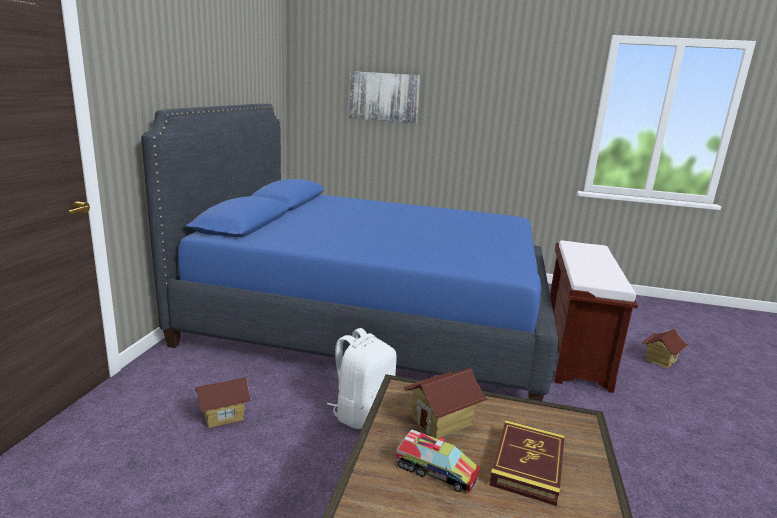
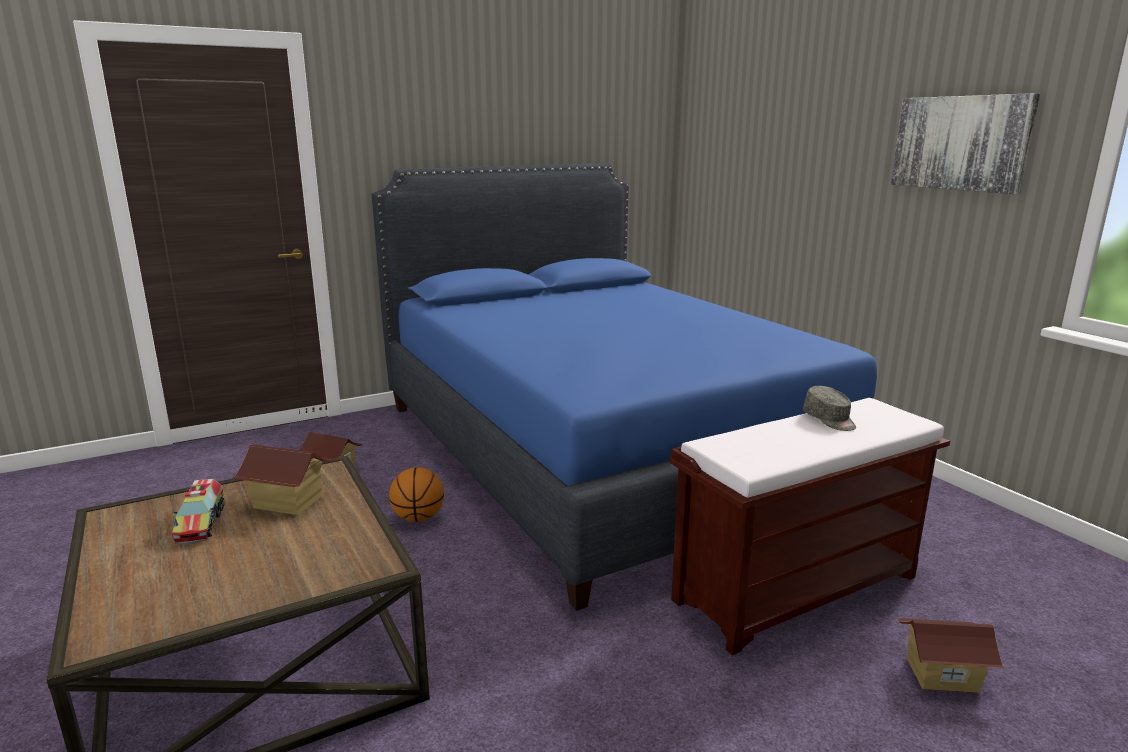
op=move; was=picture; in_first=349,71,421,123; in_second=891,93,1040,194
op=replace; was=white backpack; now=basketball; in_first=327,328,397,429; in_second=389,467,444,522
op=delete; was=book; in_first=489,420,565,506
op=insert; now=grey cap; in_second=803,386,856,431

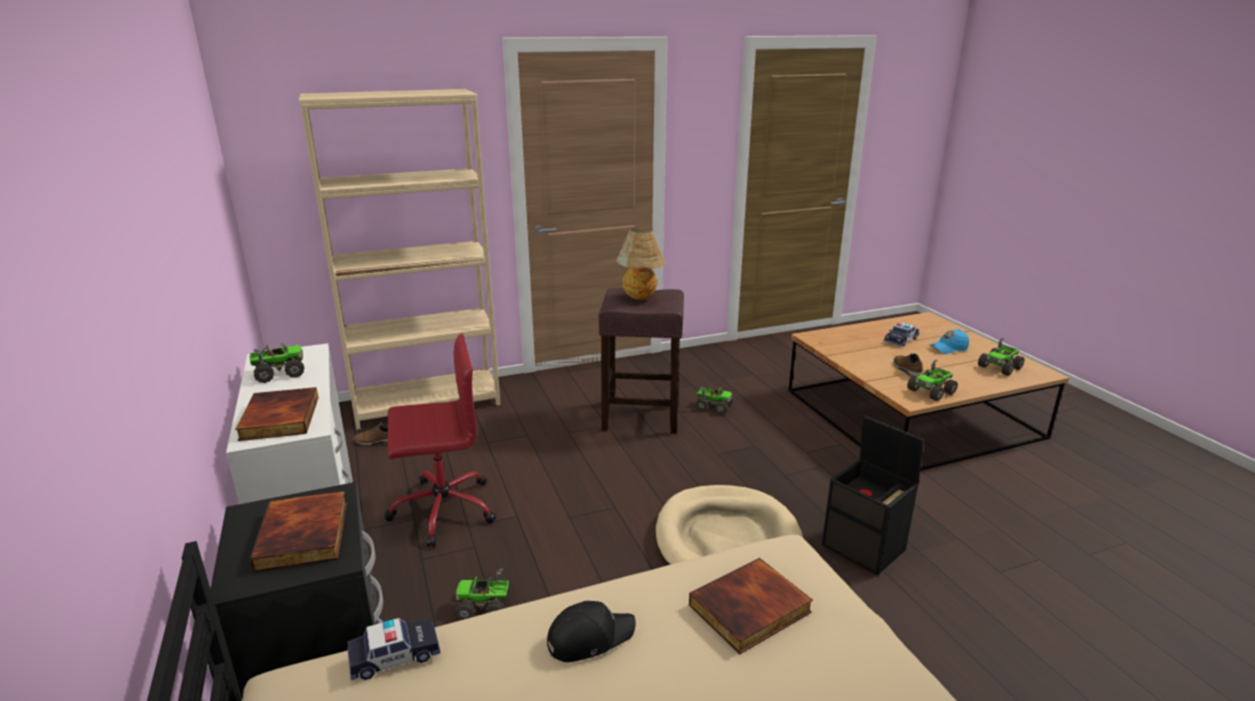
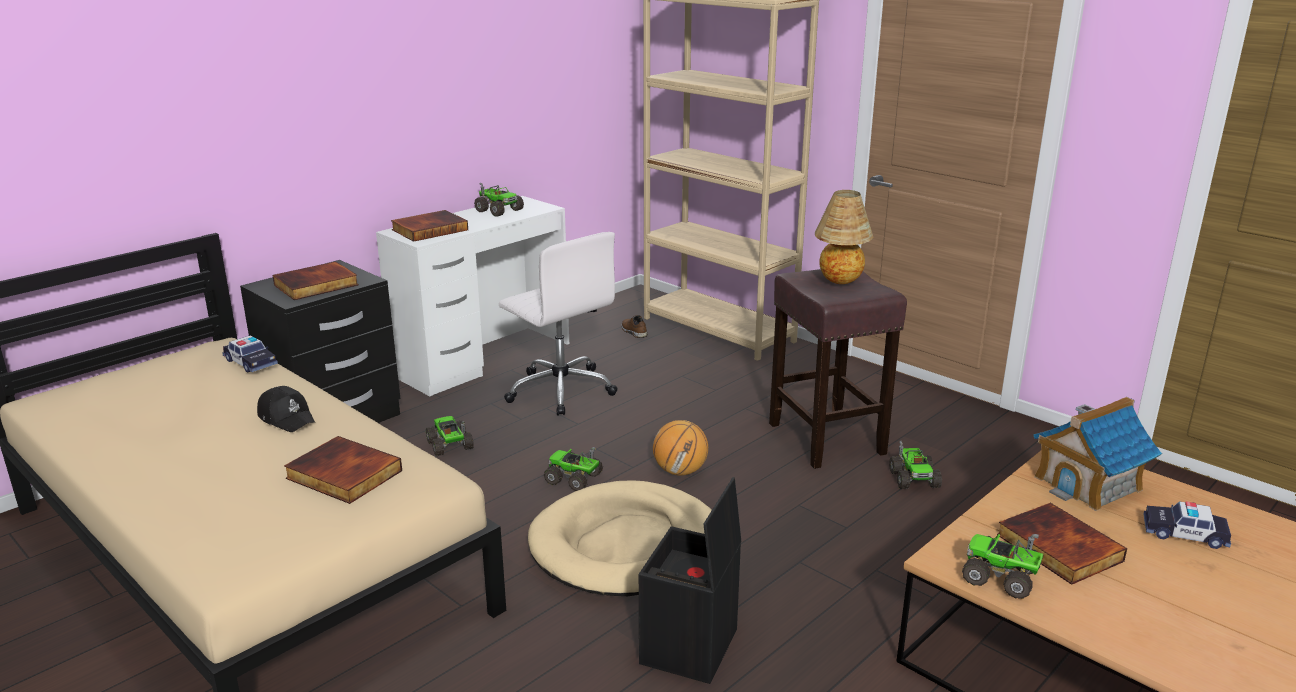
op=delete; was=blue cap; in_first=930,329,969,354
op=recolor; was=red office chair; now=white office chair; in_first=384,333,496,547; in_second=499,232,618,416
op=move; was=toy truck; in_first=978,338,1025,376; in_second=544,447,603,491
op=replace; was=brown shoe; now=book; in_first=893,353,923,377; in_second=997,503,1127,585
op=insert; now=toy house; in_second=1033,397,1162,511
op=insert; now=basketball; in_second=653,420,708,476

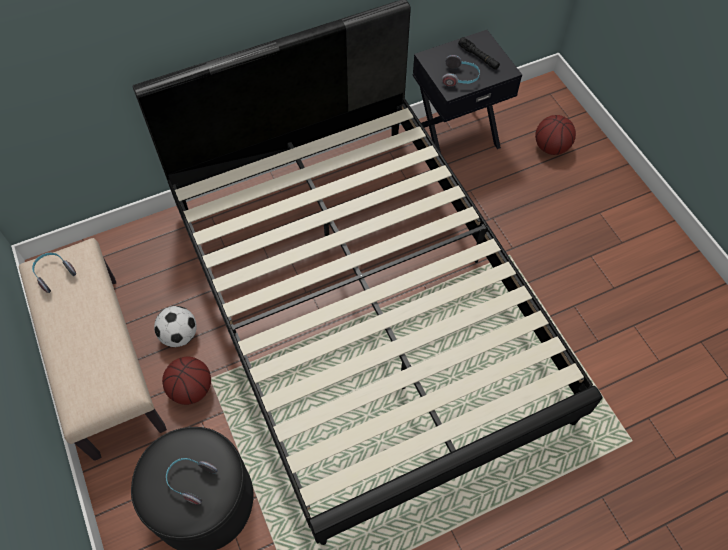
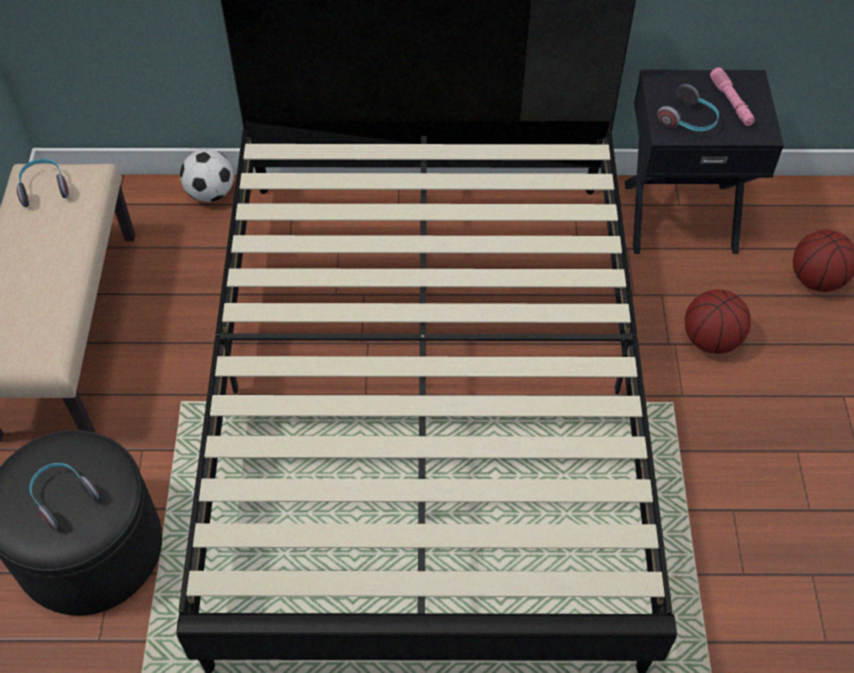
op=recolor; was=black flashlight; now=pink flashlight; in_first=458,37,500,70; in_second=710,67,755,126
op=move; was=football; in_first=154,306,197,347; in_second=180,149,234,202
op=move; was=basketball; in_first=162,357,211,405; in_second=685,289,751,354

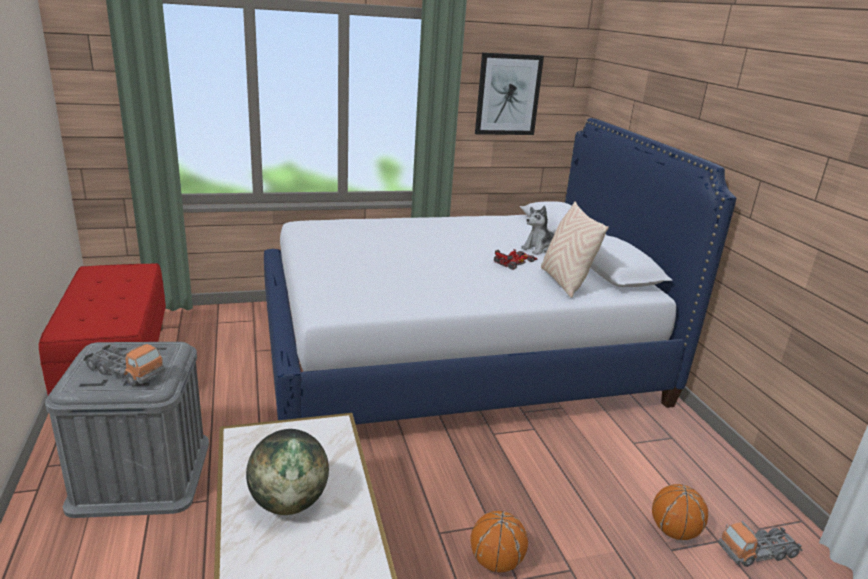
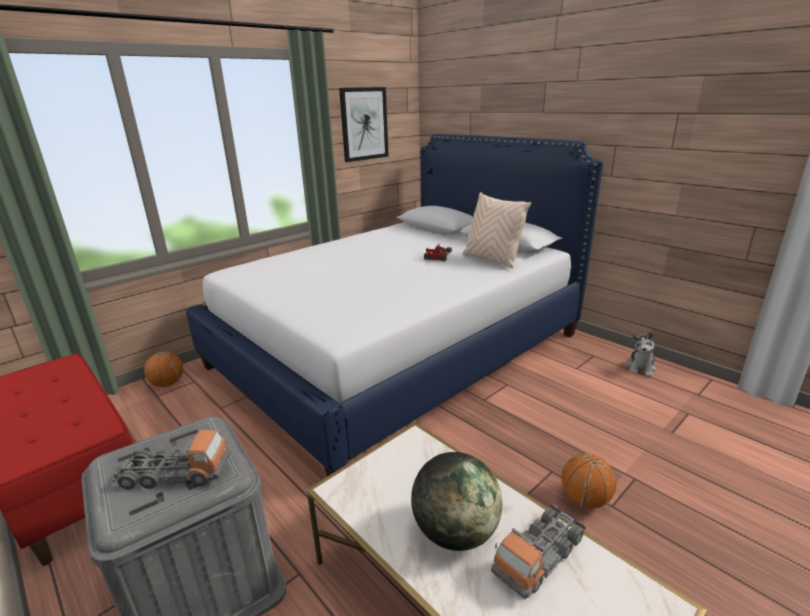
op=move; was=plush toy; in_first=521,206,554,255; in_second=626,332,656,377
op=move; was=basketball; in_first=652,484,708,540; in_second=144,352,183,387
op=move; was=toy truck; in_first=718,521,802,567; in_second=491,504,586,599

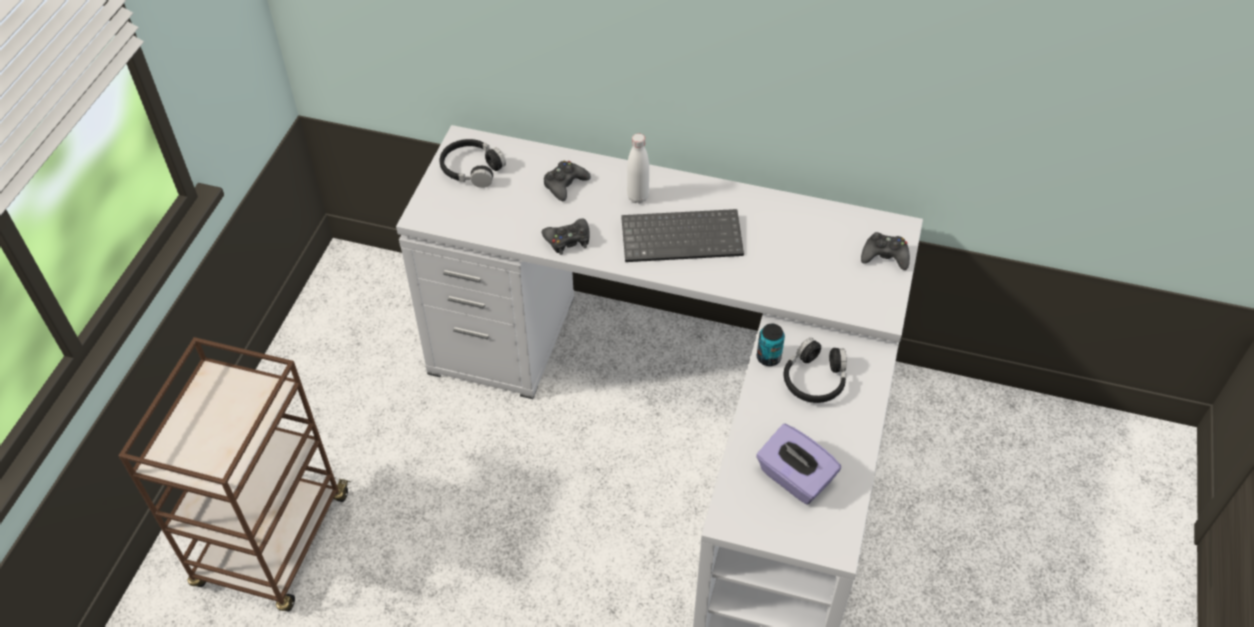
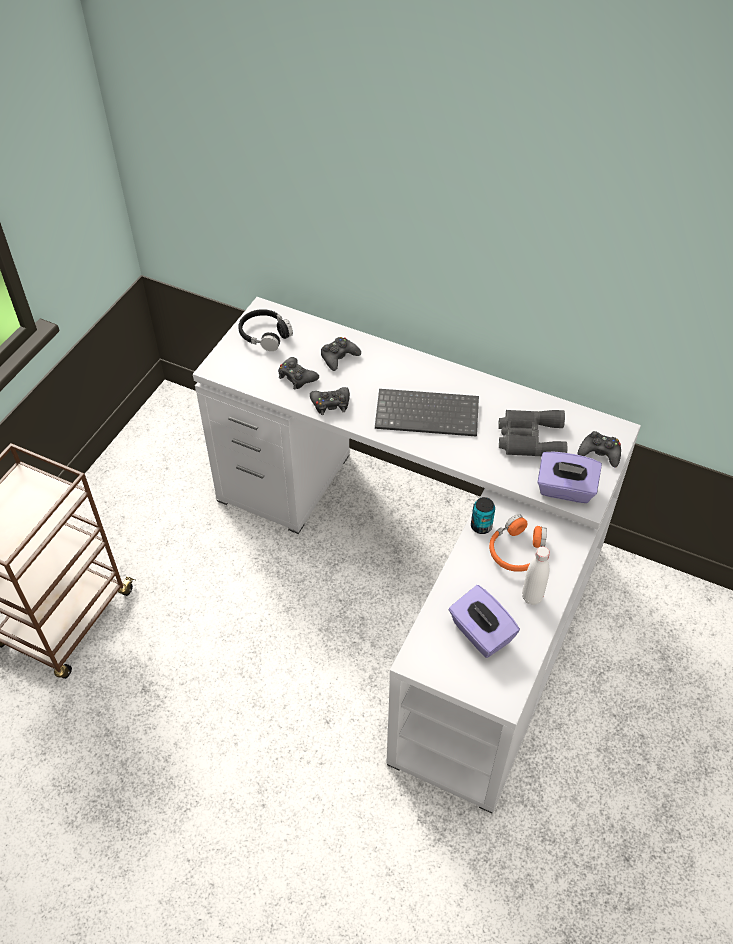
op=move; was=white bottle; in_first=627,133,649,204; in_second=522,546,550,605
op=recolor; was=black headphones; now=orange headphones; in_first=784,338,847,403; in_second=489,514,547,572
op=insert; now=black game controller; in_second=278,357,319,390
op=insert; now=grey binoculars; in_second=498,410,567,457
op=insert; now=purple tissue box; in_second=537,451,602,503

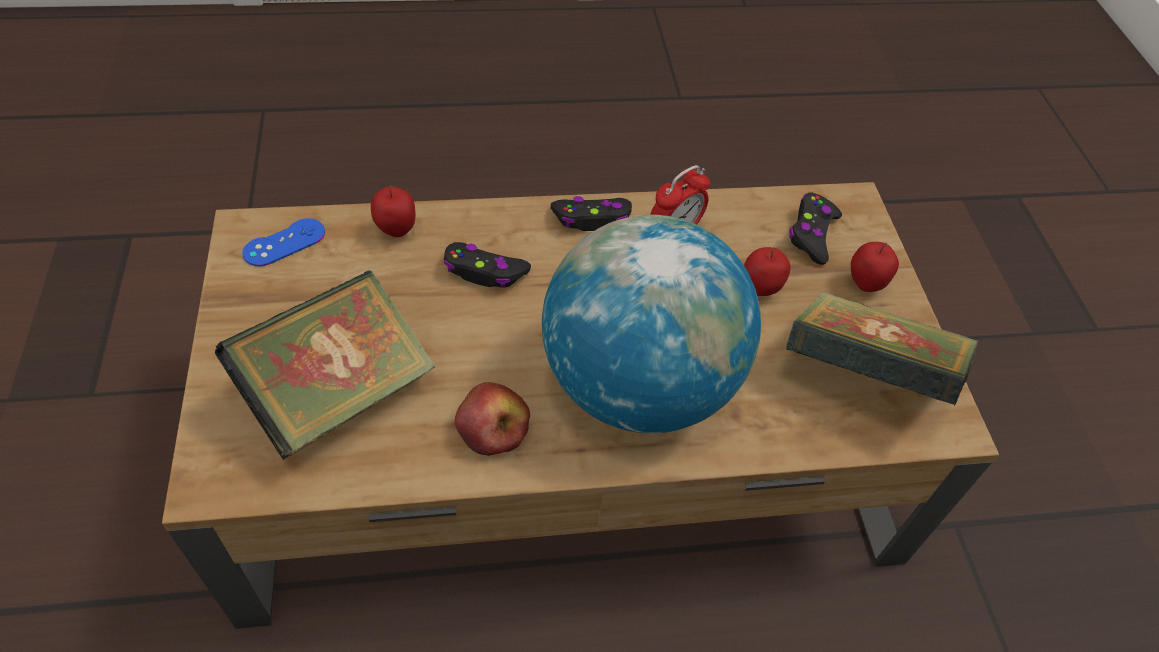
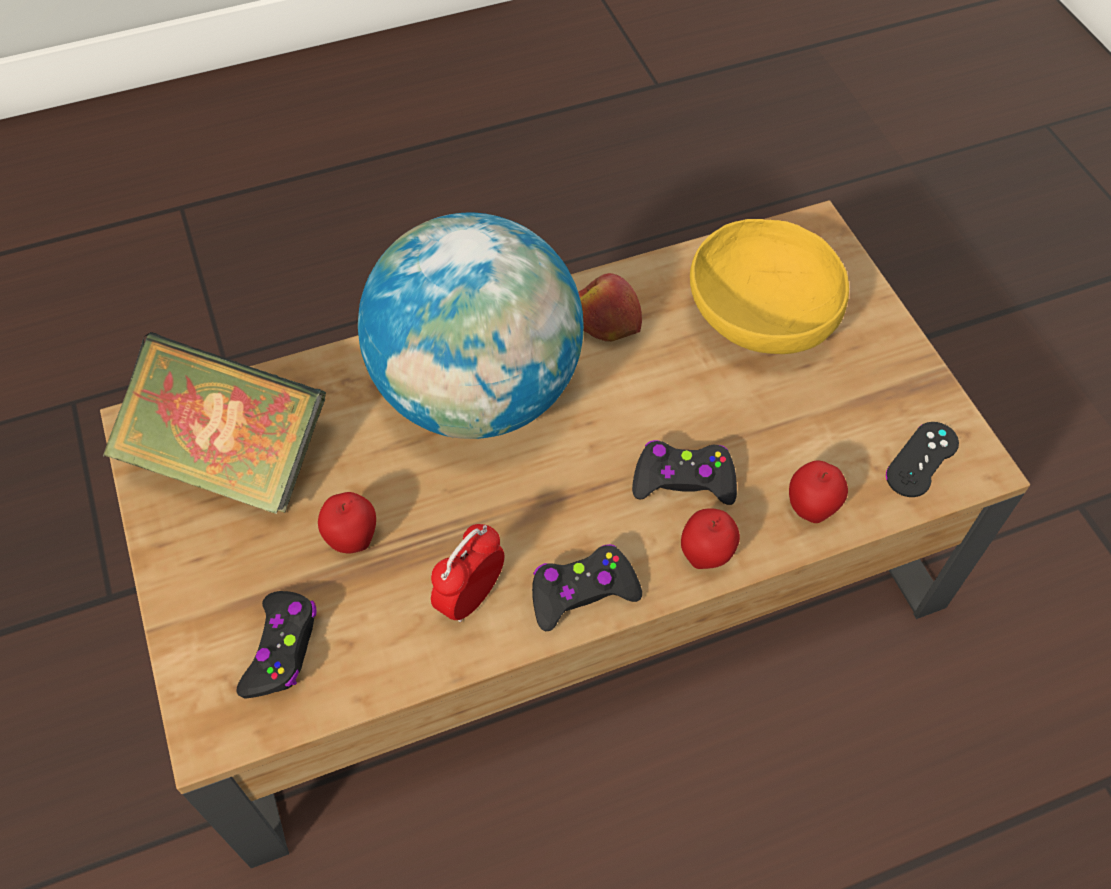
op=recolor; was=blue game controller; now=black game controller; in_first=242,218,325,266; in_second=886,422,959,497
op=move; was=apple; in_first=851,242,899,292; in_second=681,508,740,569
op=replace; was=book; now=yellow bowl; in_first=215,270,436,460; in_second=690,219,849,354

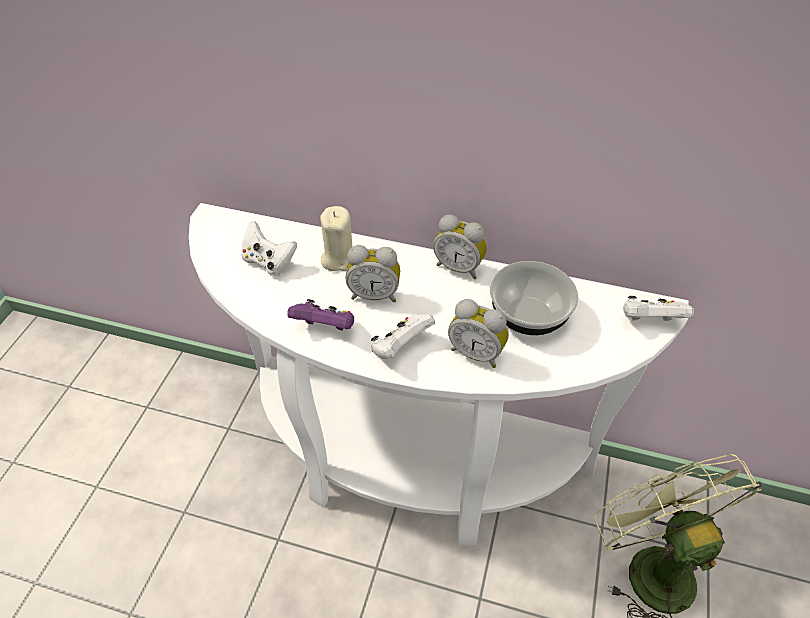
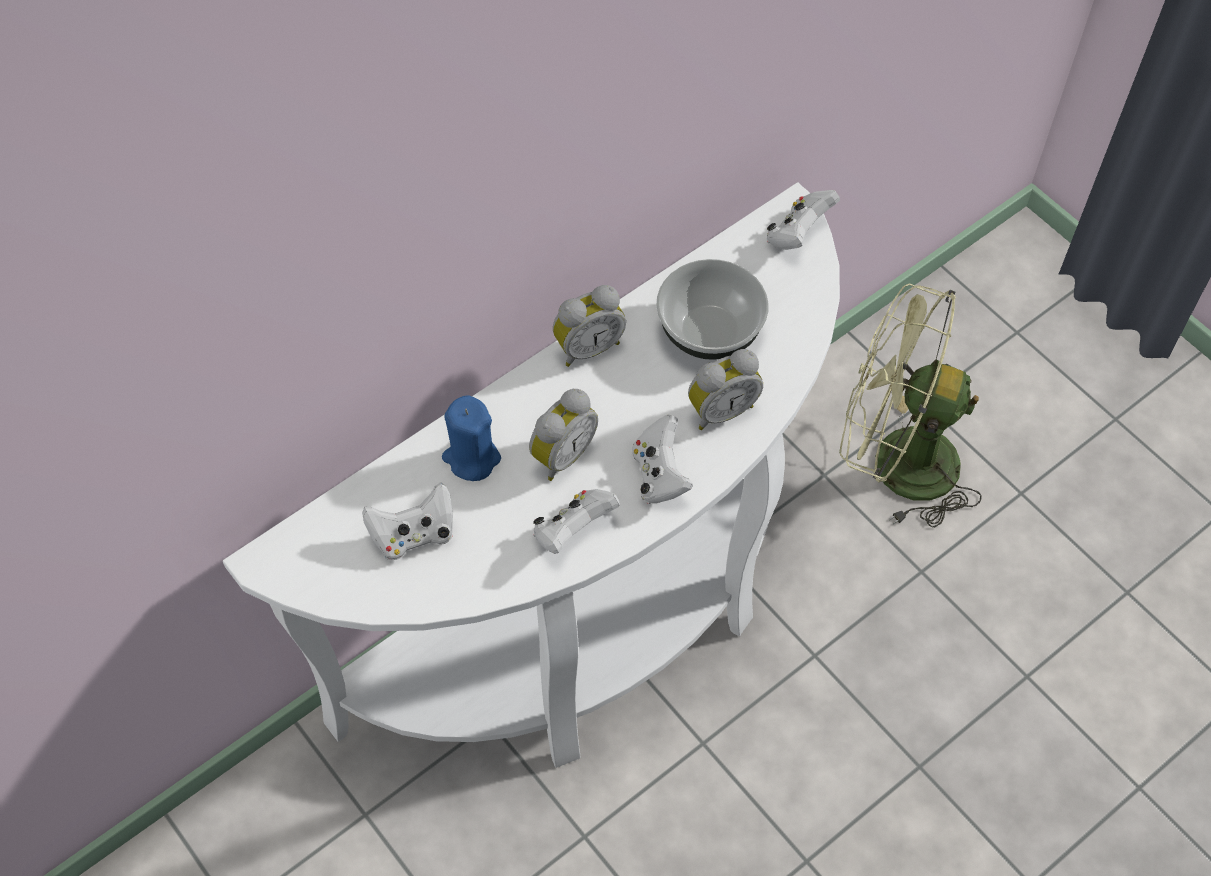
op=recolor; was=beige candle; now=blue candle; in_first=320,206,352,271; in_second=442,395,501,481
op=recolor; was=purple game controller; now=white game controller; in_first=287,299,354,330; in_second=533,489,620,554

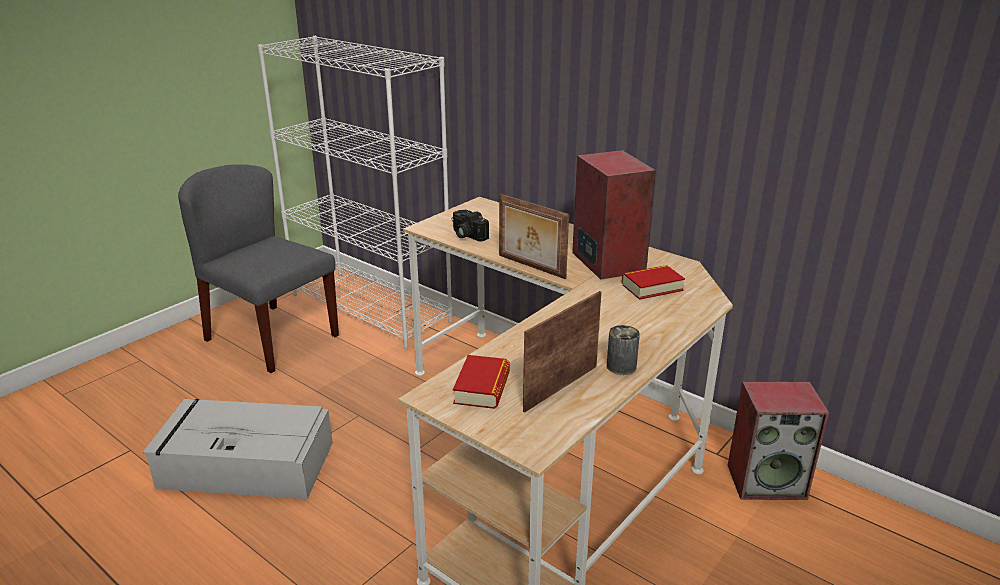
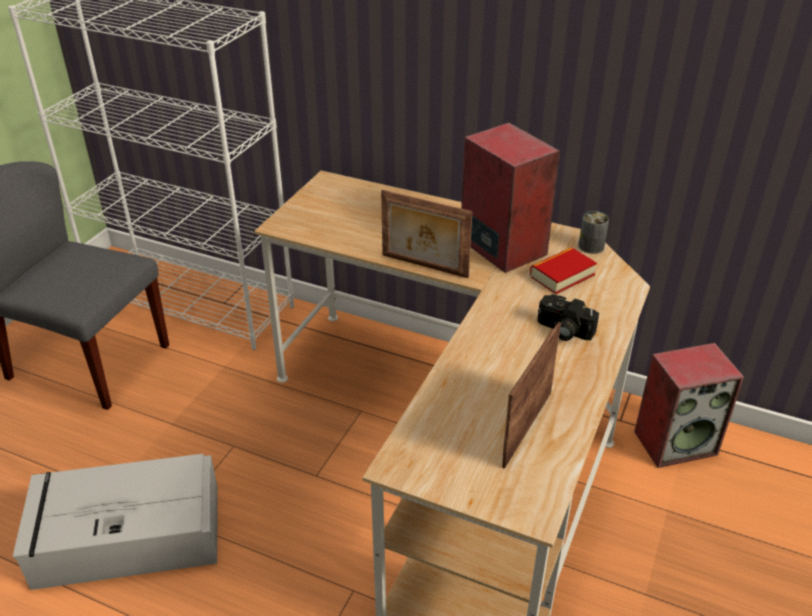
op=move; was=photo camera; in_first=452,210,489,242; in_second=537,294,599,341
op=move; was=can; in_first=607,325,640,375; in_second=578,211,609,254
op=delete; was=book; in_first=453,355,510,409

